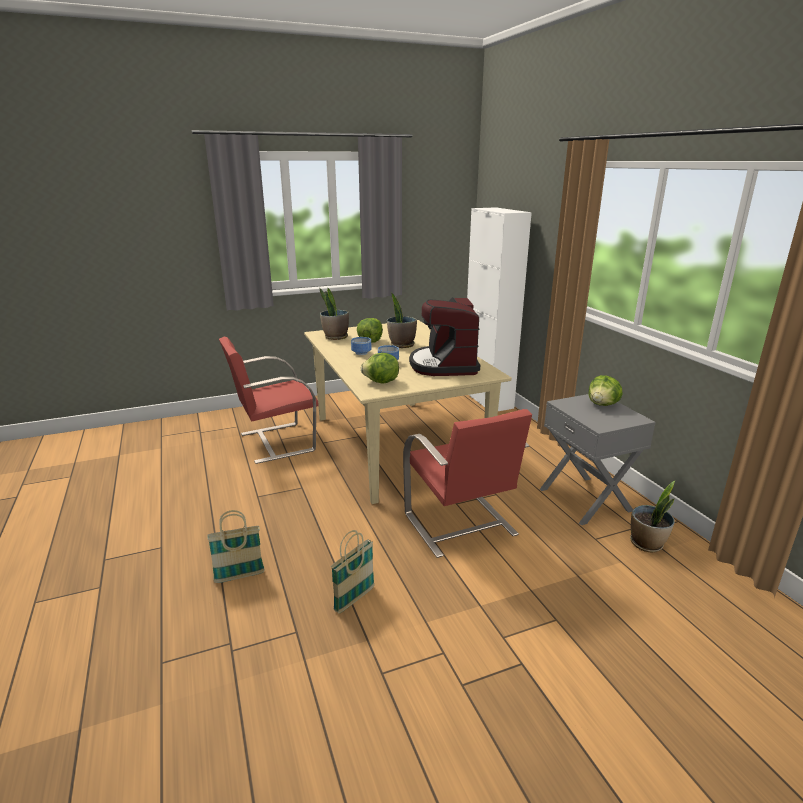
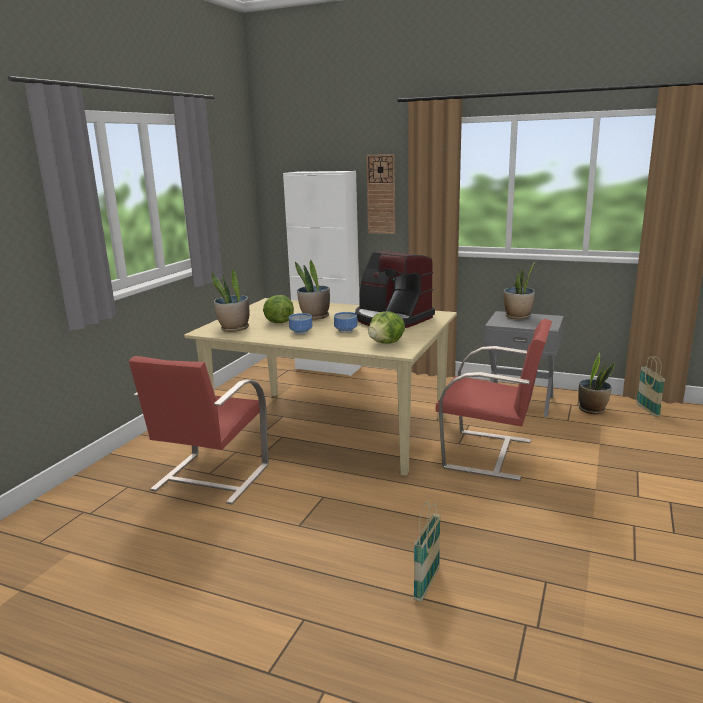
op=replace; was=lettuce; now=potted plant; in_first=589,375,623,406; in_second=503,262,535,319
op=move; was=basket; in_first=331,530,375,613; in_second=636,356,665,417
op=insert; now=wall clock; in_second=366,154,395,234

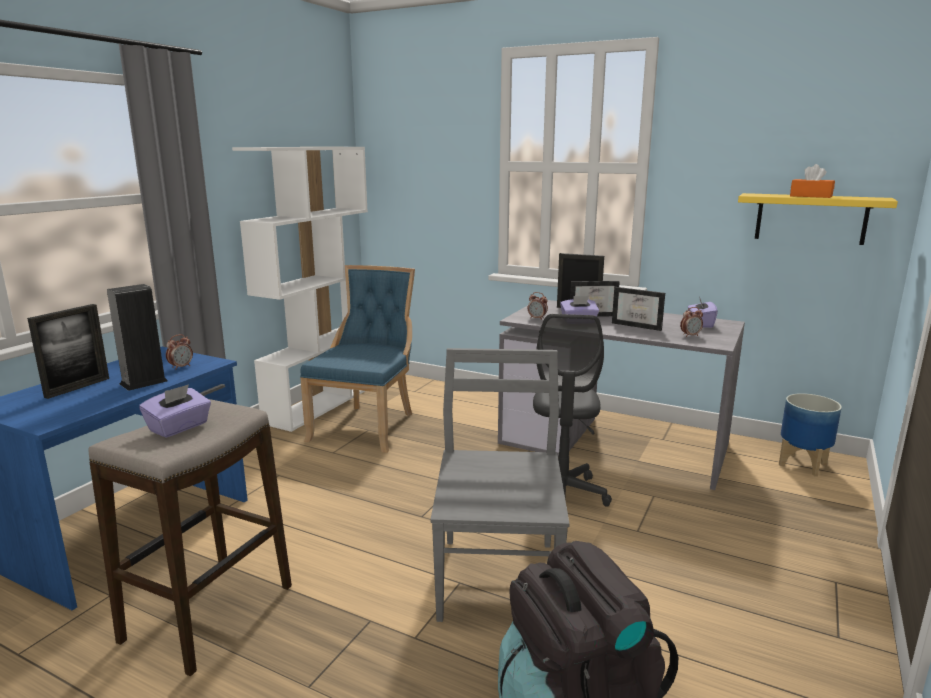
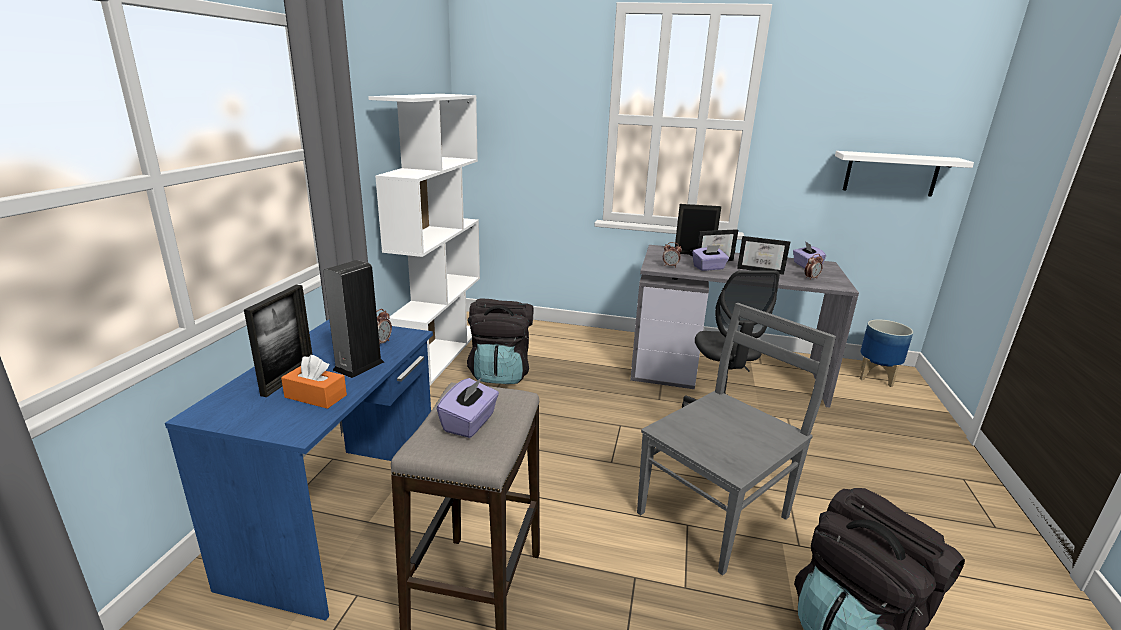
op=move; was=orange tissue box; in_first=790,164,835,198; in_second=281,355,347,409
op=recolor; was=yellow shelf; now=white shelf; in_first=738,193,898,245; in_second=835,151,974,197
op=replace; was=blue chair; now=black backpack; in_first=300,265,415,453; in_second=467,298,533,384
op=rotate; was=grey chair; in_first=430,348,570,622; in_second=637,303,836,575; clockwise=60

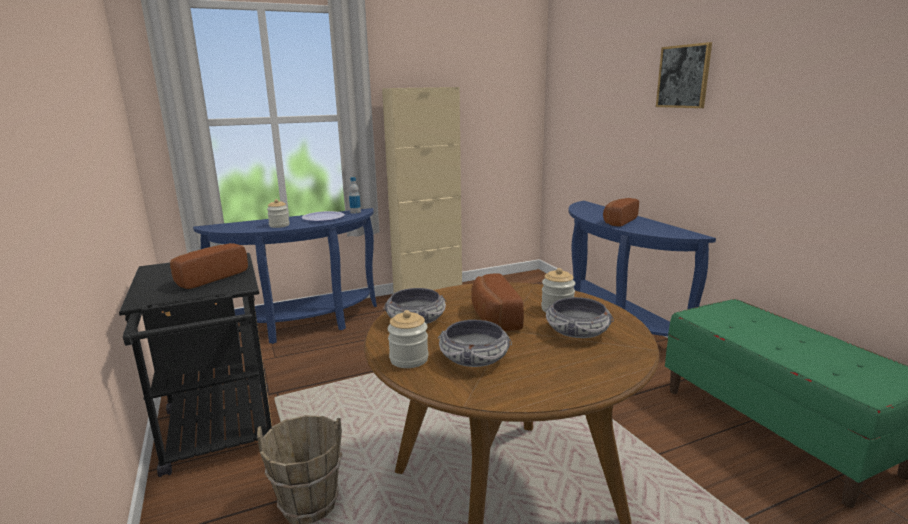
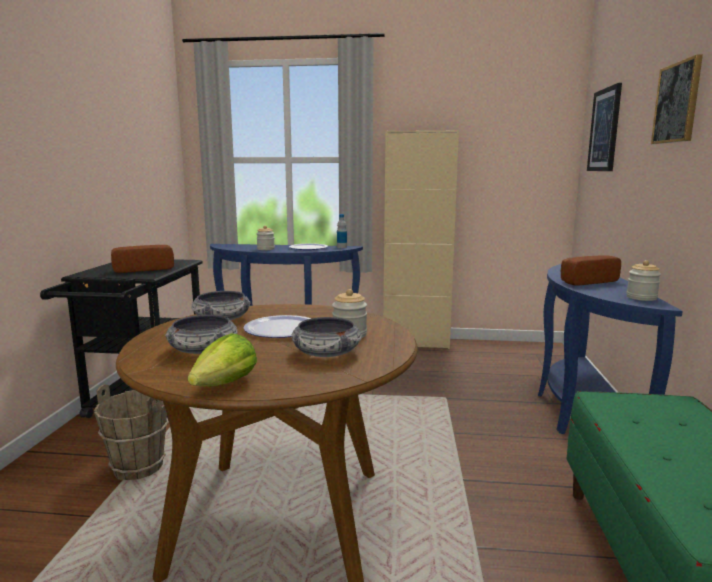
op=replace; was=bread; now=plate; in_first=471,273,524,331; in_second=243,315,312,338
op=move; was=jar; in_first=388,310,428,368; in_second=626,260,661,301
op=insert; now=picture; in_second=587,83,622,171
op=insert; now=lettuce; in_second=188,333,257,387

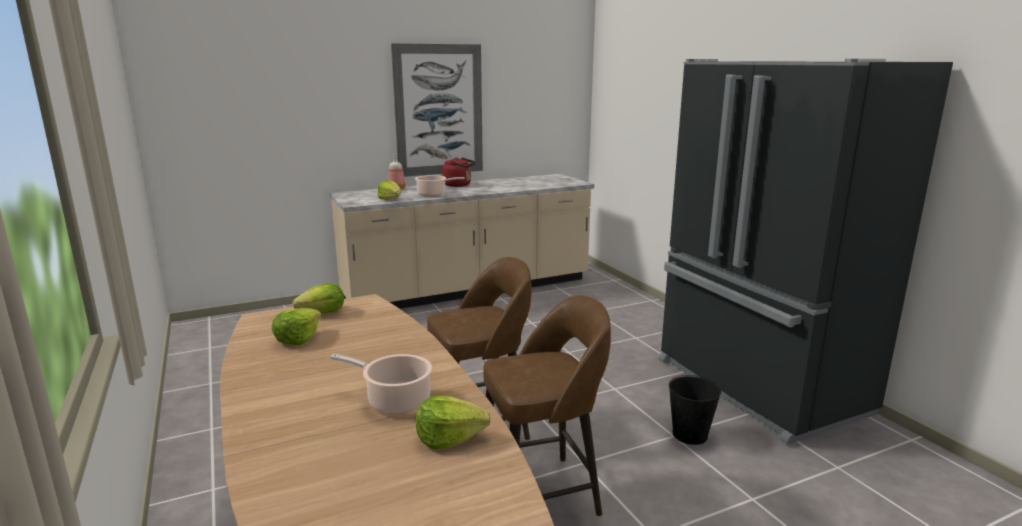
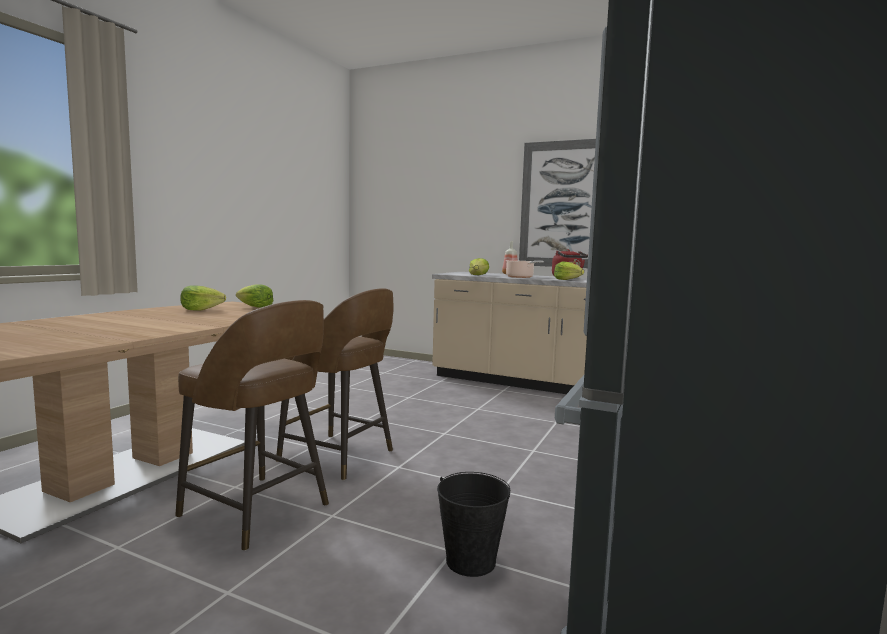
op=delete; was=cooking pot; in_first=330,354,432,414
op=move; was=lettuce; in_first=416,396,491,449; in_second=554,262,584,280

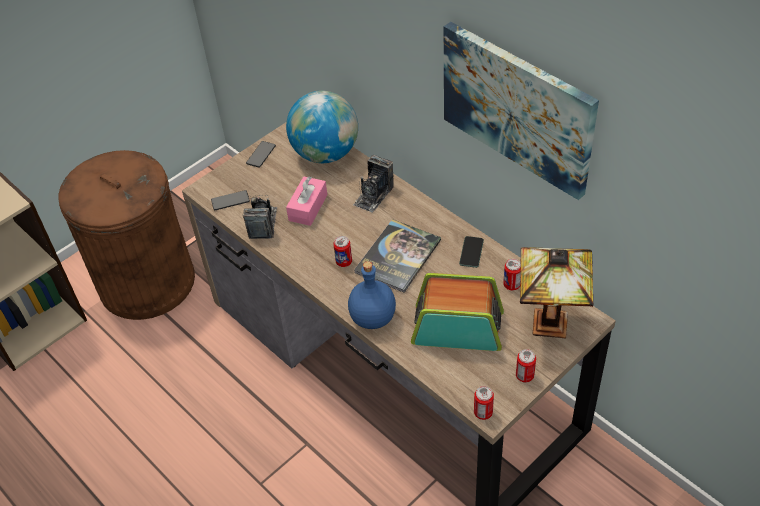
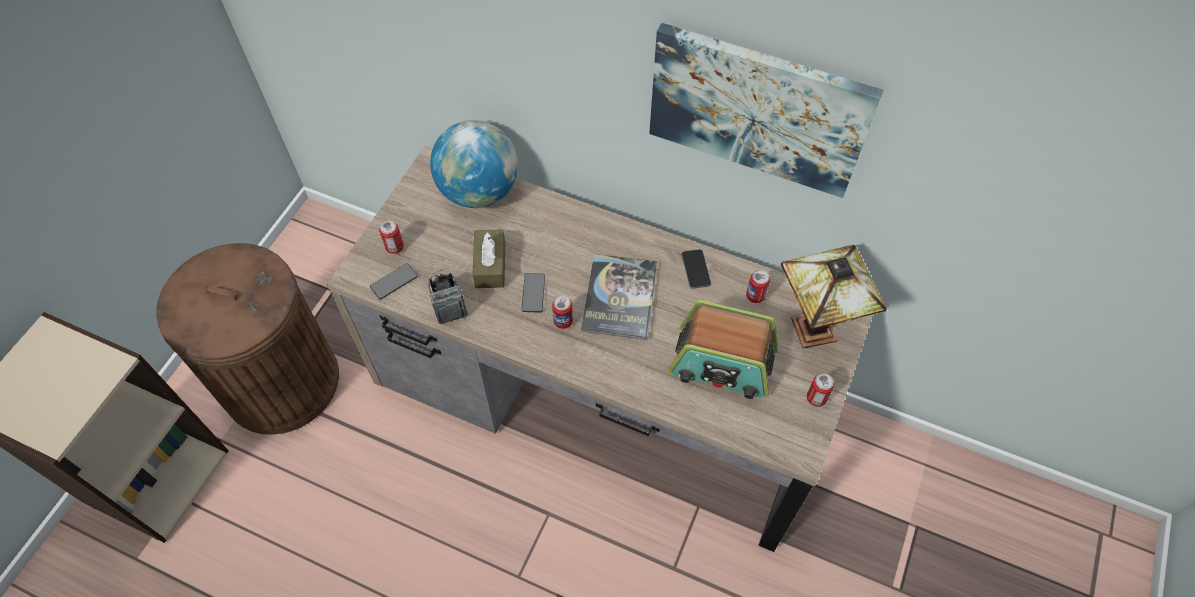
op=move; was=phone; in_first=246,141,276,168; in_second=522,273,545,313
op=delete; was=photo camera; in_first=353,155,394,213
op=recolor; was=pink tissue box; now=brown tissue box; in_first=286,176,327,226; in_second=472,229,505,288
op=delete; was=blue bottle; in_first=348,261,396,329
op=rotate; was=radio; in_first=411,273,504,351; in_second=668,300,778,399; clockwise=-150
op=move; was=can; in_first=474,386,494,420; in_second=379,220,404,254

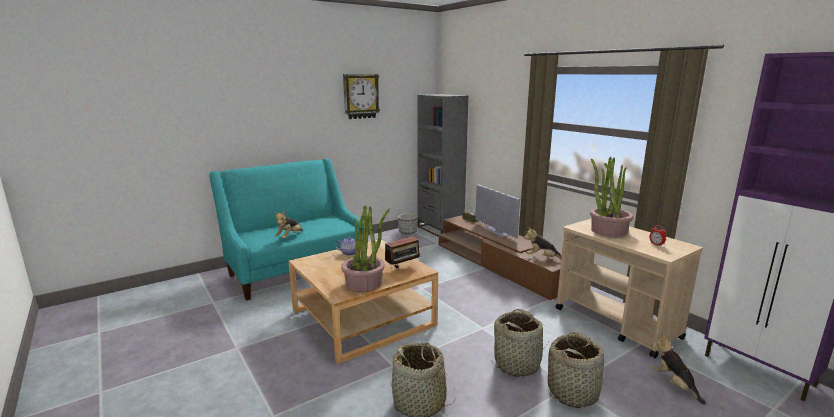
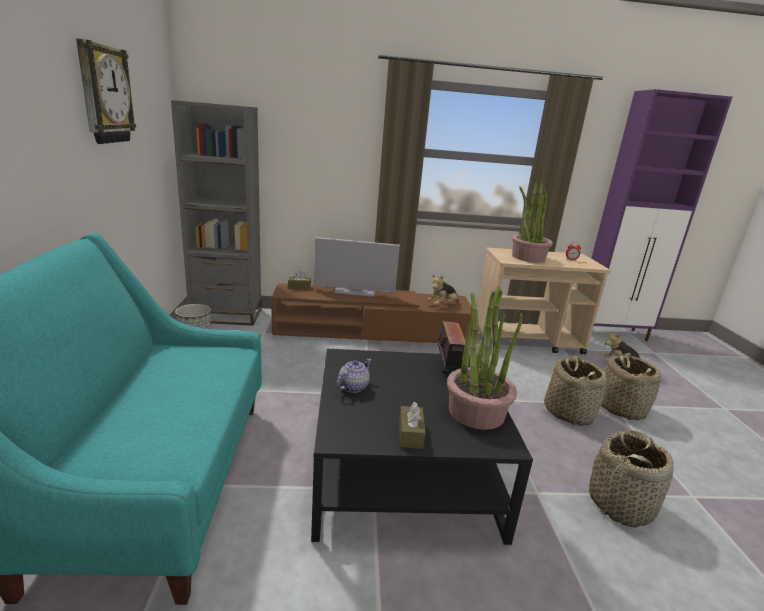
op=delete; was=plush toy; in_first=275,211,303,239
op=recolor; was=beige coffee table; now=black coffee table; in_first=289,239,438,364; in_second=311,349,533,545
op=insert; now=brown tissue box; in_second=399,402,426,449

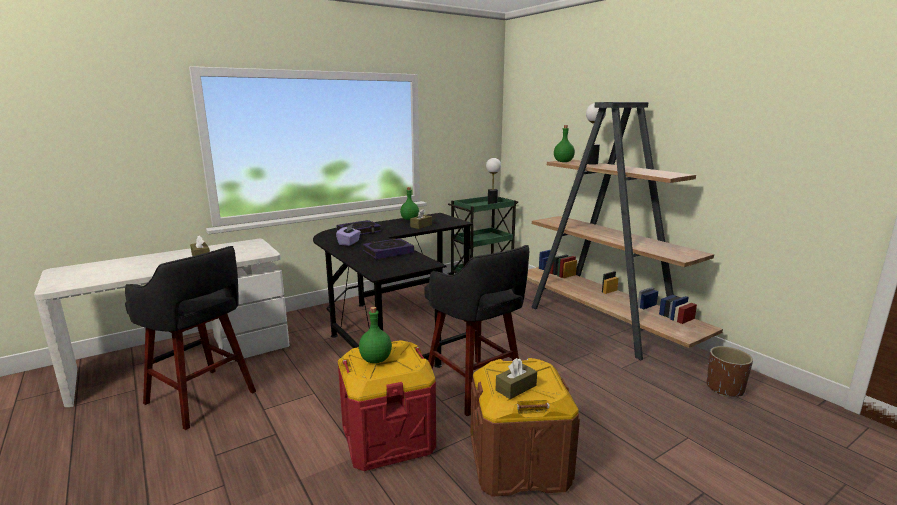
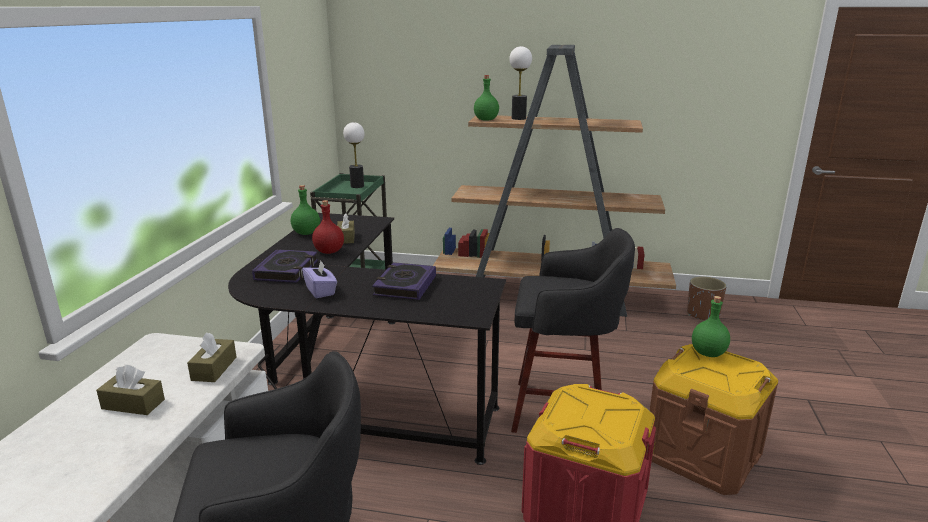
op=move; was=green bottle; in_first=359,307,392,363; in_second=692,296,730,357
op=move; was=brown tissue box; in_first=496,358,537,399; in_second=187,332,236,382
op=insert; now=red bottle; in_second=312,200,344,254

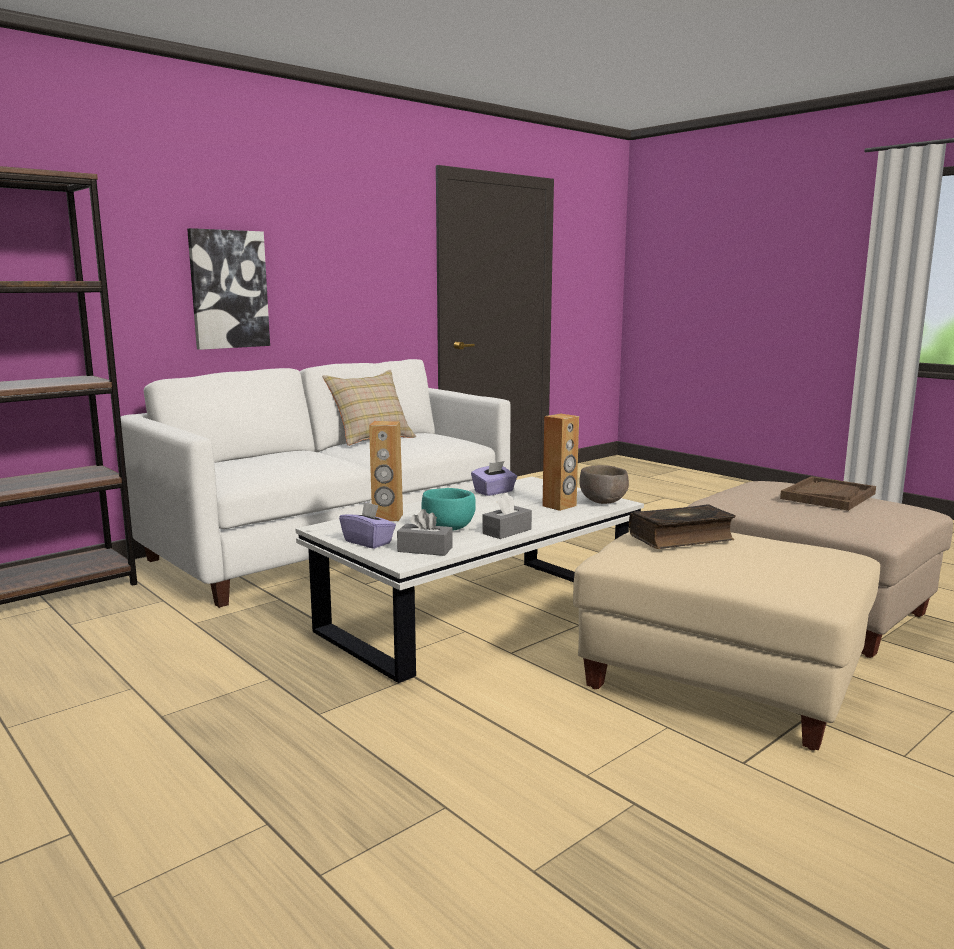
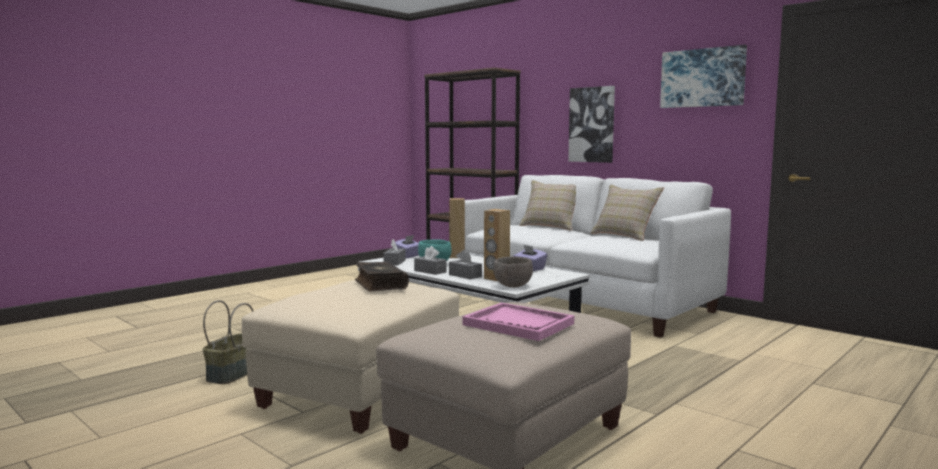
op=recolor; was=brown tray; now=pink tray; in_first=780,476,876,511; in_second=463,303,574,341
op=insert; now=picture; in_second=660,45,747,108
op=insert; now=beige pillow; in_second=519,180,576,231
op=insert; now=grey tissue box; in_second=449,250,482,279
op=insert; now=basket; in_second=203,300,253,384

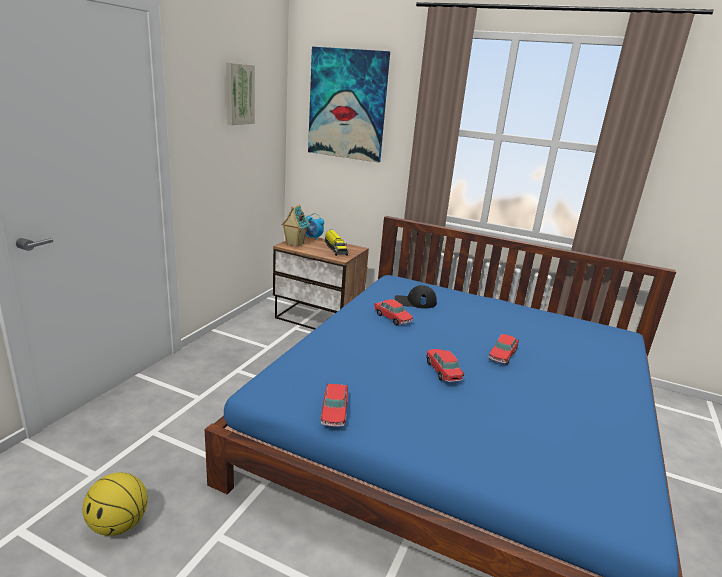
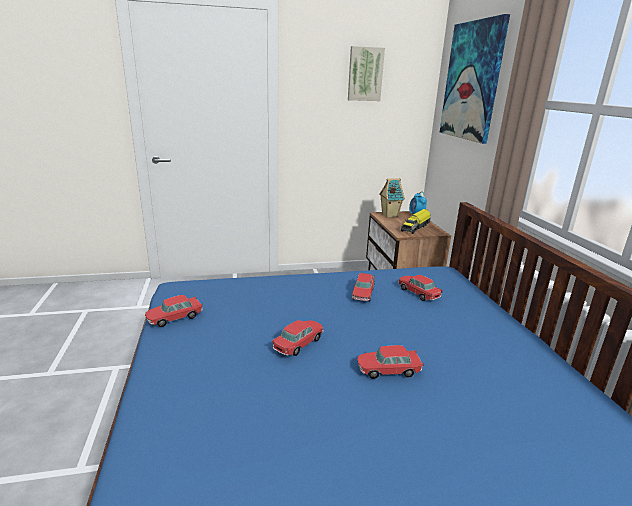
op=replace; was=black cap; now=toy car; in_first=395,285,437,309; in_second=398,275,443,301
op=delete; was=basketball; in_first=83,472,148,536

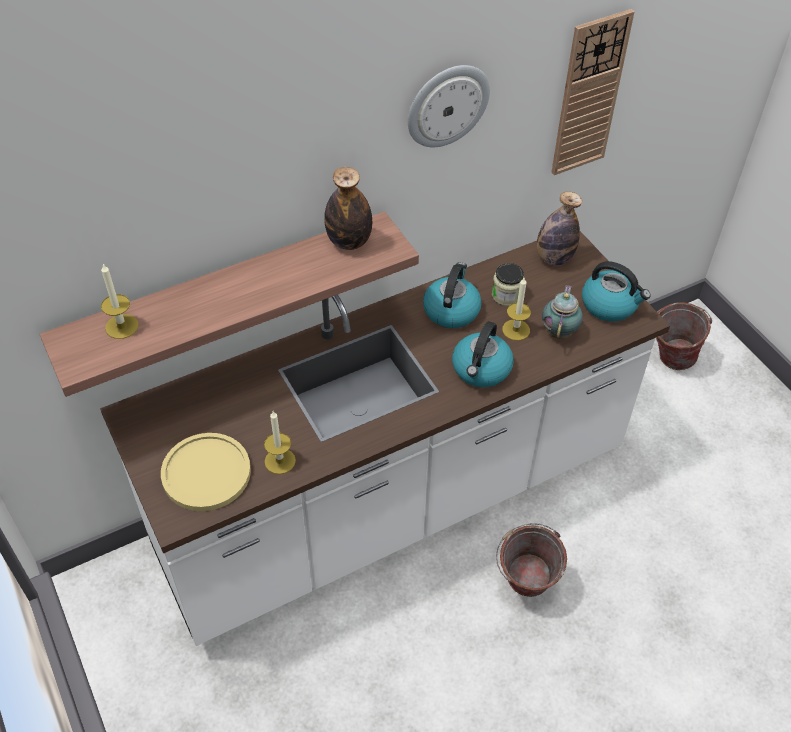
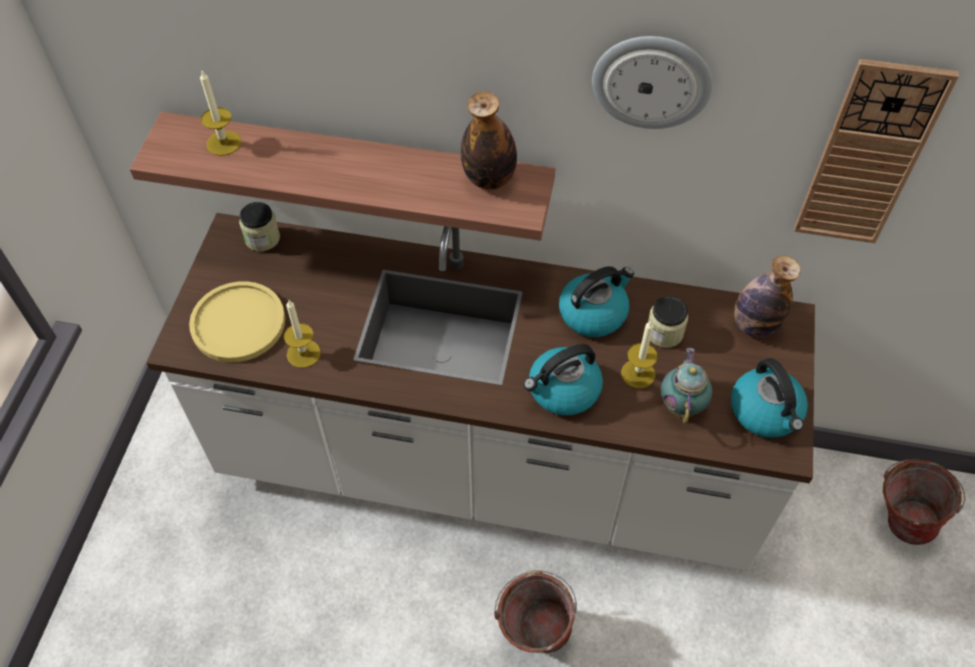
op=rotate; was=teapot; in_first=542,285,583,339; in_second=661,348,713,424; clockwise=-45
op=insert; now=jar; in_second=239,202,280,251

